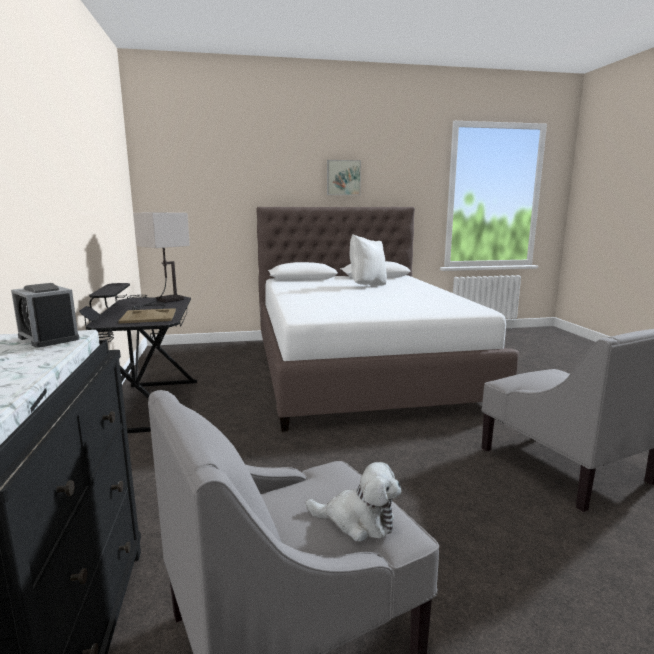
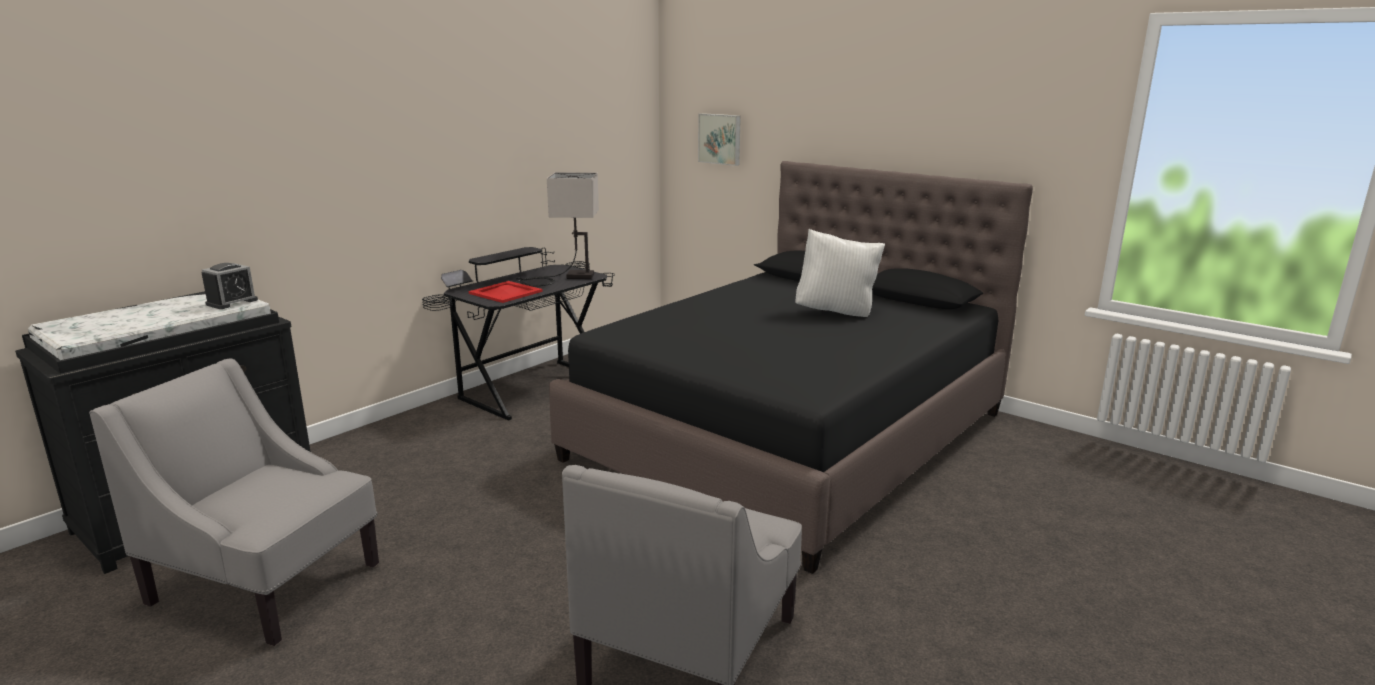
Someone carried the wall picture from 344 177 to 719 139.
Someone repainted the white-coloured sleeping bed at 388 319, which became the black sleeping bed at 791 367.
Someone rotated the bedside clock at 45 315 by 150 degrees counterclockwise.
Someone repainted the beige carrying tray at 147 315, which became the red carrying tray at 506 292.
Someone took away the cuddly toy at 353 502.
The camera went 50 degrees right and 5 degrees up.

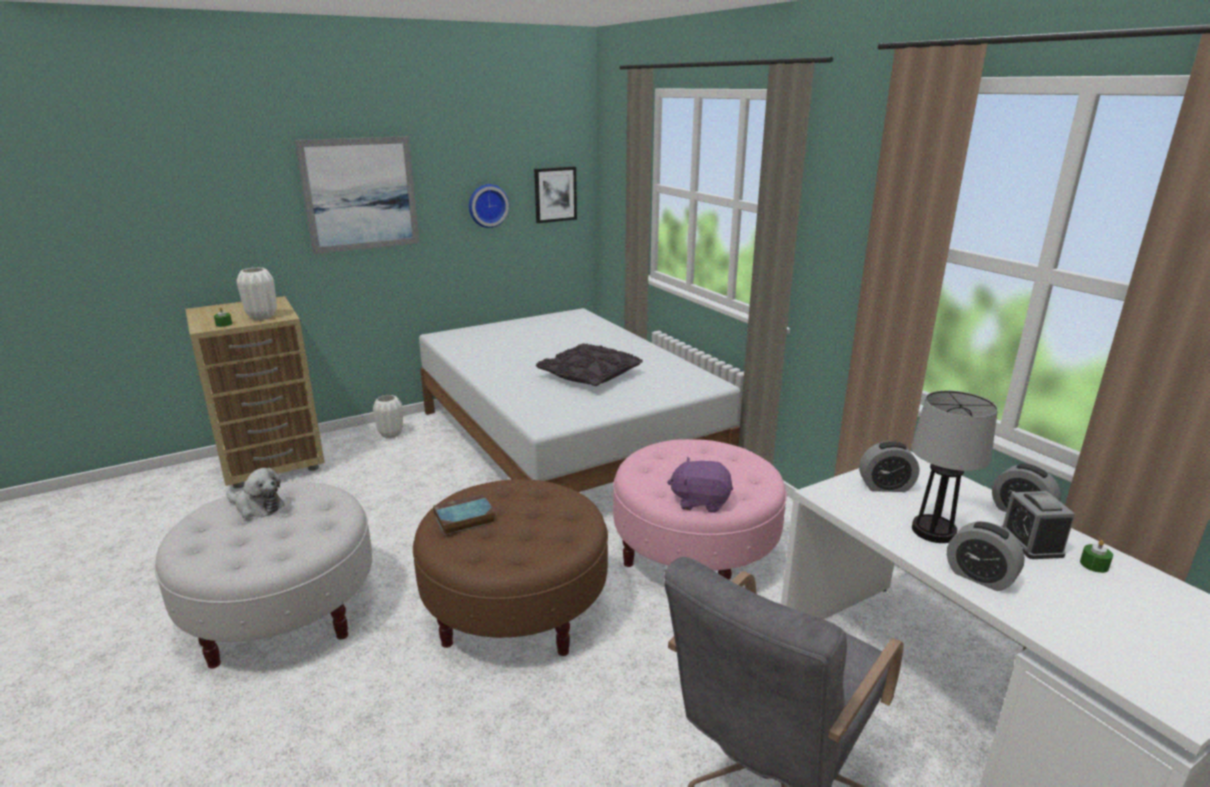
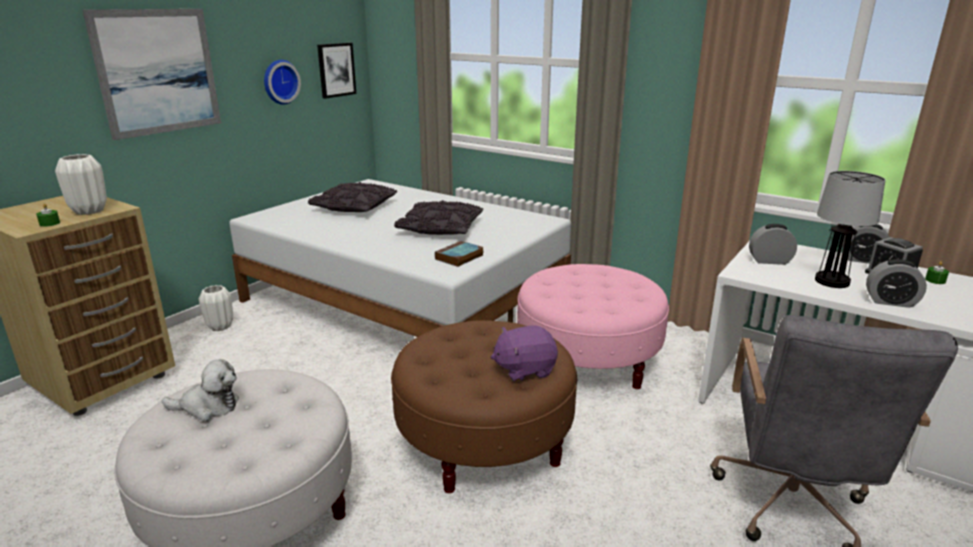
Someone rotated the bedside clock at 889 466 by 150 degrees counterclockwise.
Someone carried the purple cuddly toy from 700 485 to 524 353.
Someone carried the volume from 464 514 to 459 254.
Someone put down the black cushion at 352 197.
The camera went 25 degrees left and 0 degrees up.

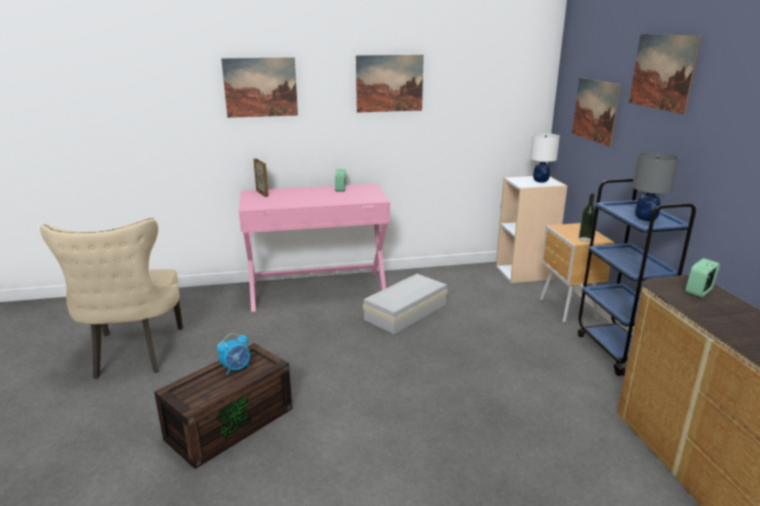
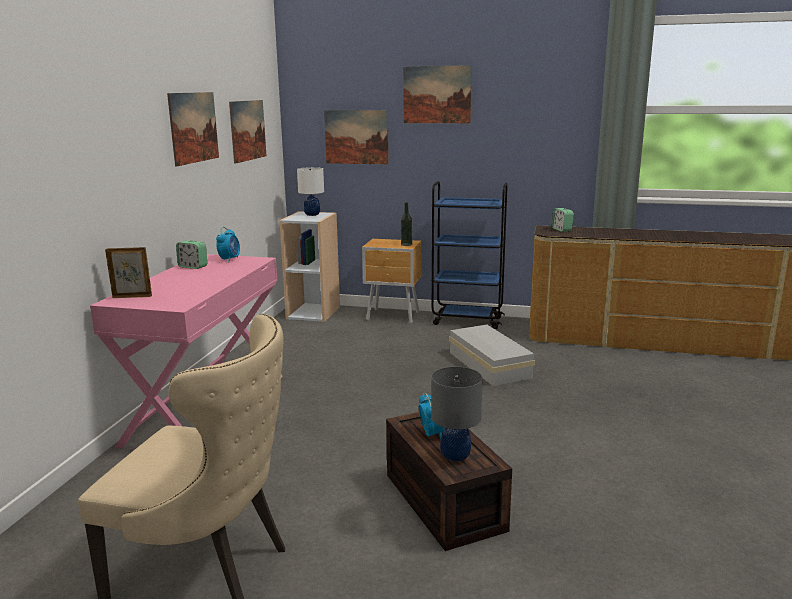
Someone carried the wall picture from 259 87 to 247 132.
Someone carried the gray tabletop lamp from 655 186 to 457 414.
Someone carried the white-coloured storage bin from 405 304 to 492 355.
Someone put down the bedside clock at 228 244.
The camera went 65 degrees left and 5 degrees down.

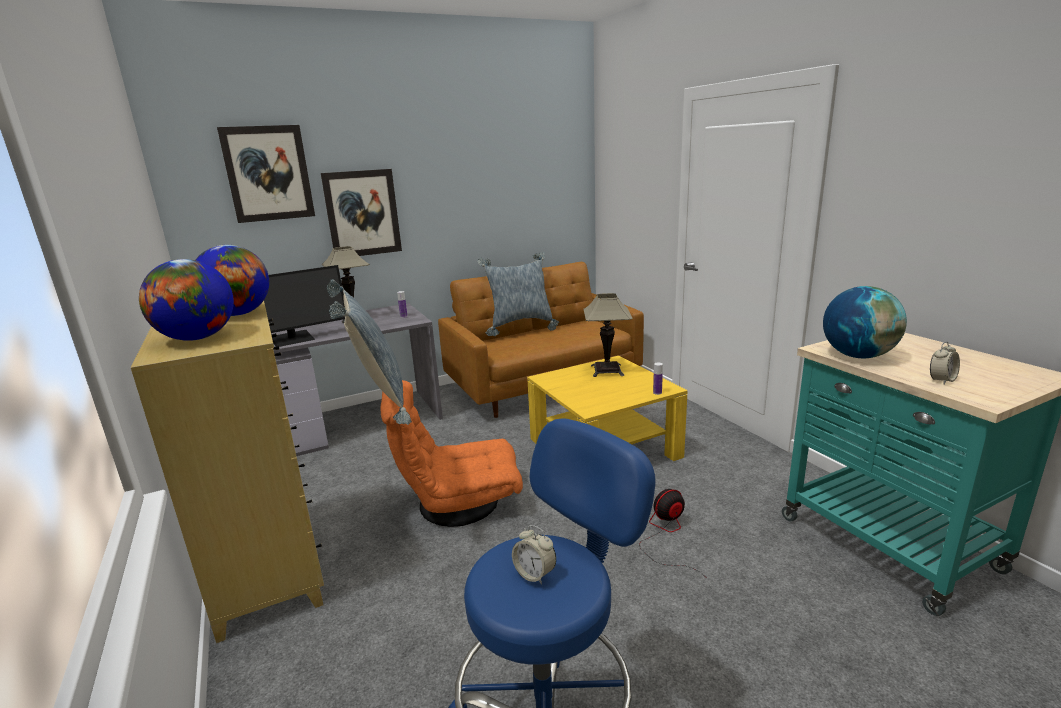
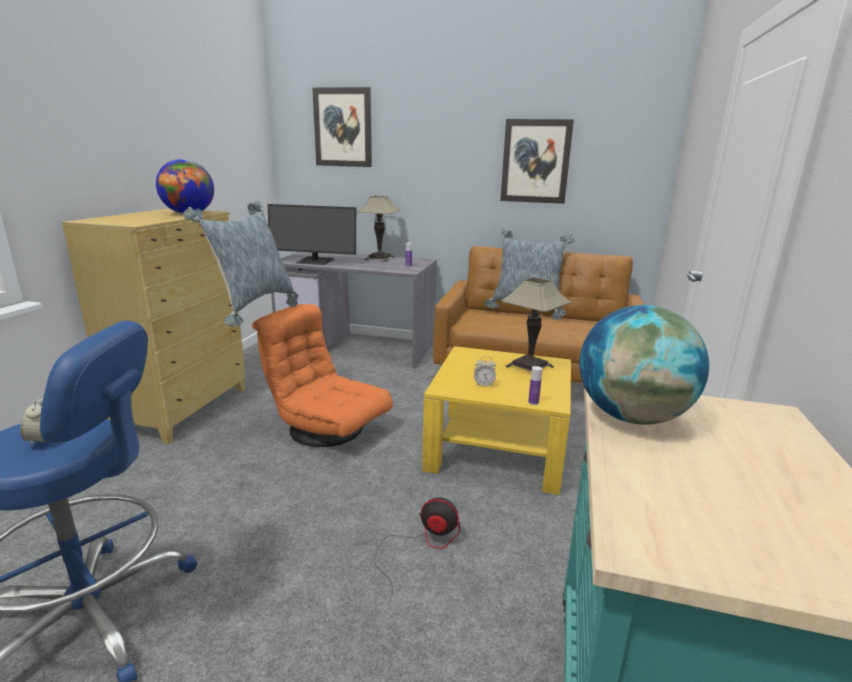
Someone carried the wall picture from 361 212 to 537 161.
Someone took away the desk globe at 186 300.
Someone carried the bedside clock from 945 363 to 485 371.
The camera went 40 degrees right and 0 degrees up.

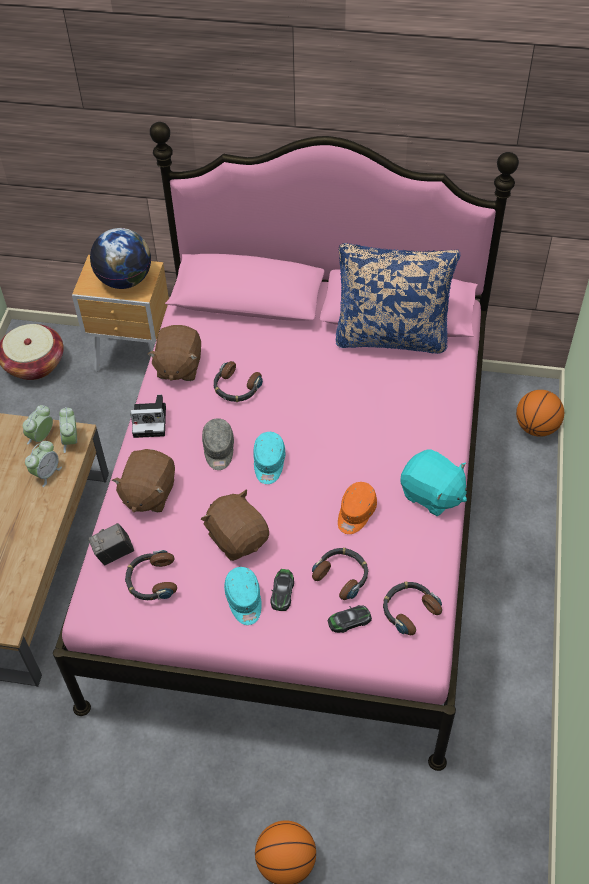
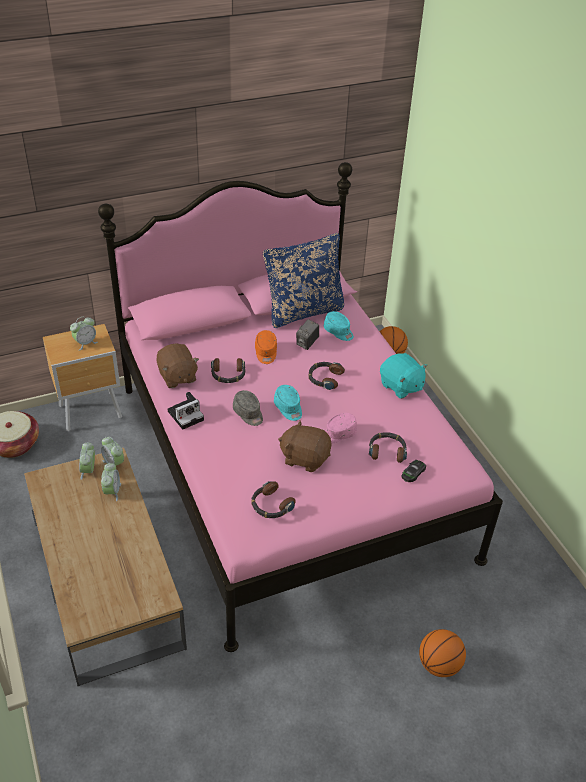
Someone swapped the desk globe at 120 258 for the bedside clock at 84 333.
Someone took away the brownish cuddly toy at 143 480.
Someone rotated the turquoise cuddly toy at 433 483 by 45 degrees clockwise.
Someone carried the orange baseball cap from 357 508 to 266 347.
Someone carried the still camera from 111 544 to 307 334.
Someone carried the turquoise baseball cap from 243 596 to 339 326.
Someone took away the model car at 282 590.
Someone carried the pair of headphones from 412 608 to 326 376.
Someone put down the pinkish baseball cap at 341 428.
The camera went 35 degrees left and 10 degrees down.

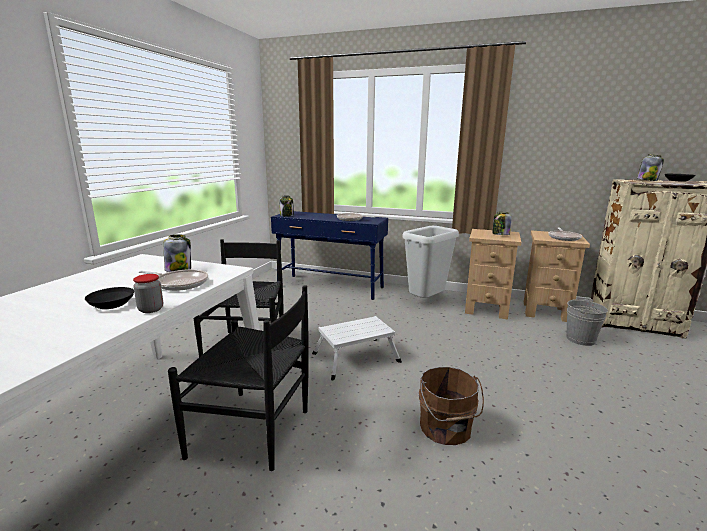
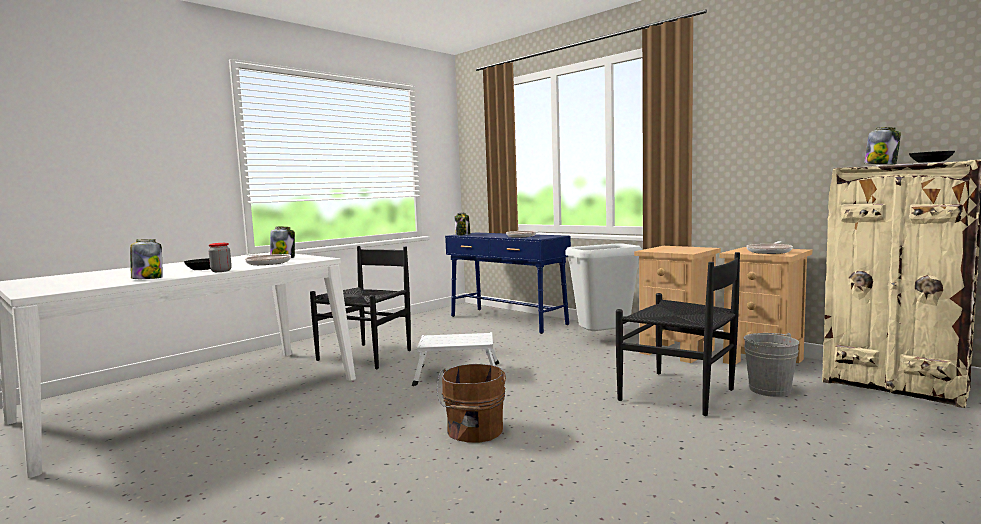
Someone carried the storage jar from 502 223 to 146 259.
Someone carried the black upright chair from 238 378 to 678 334.
The camera went 25 degrees right and 10 degrees down.

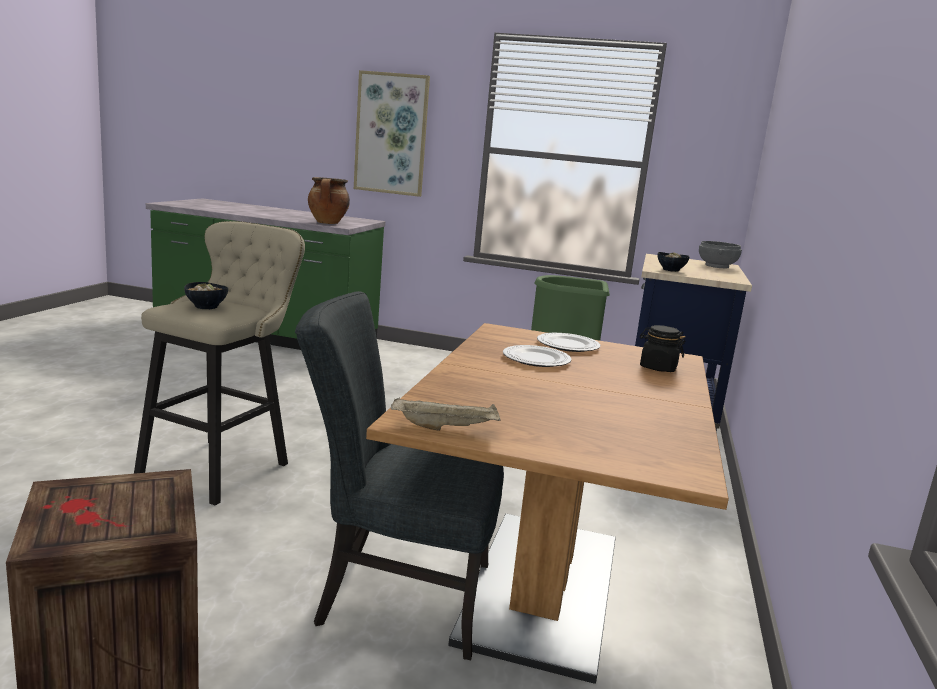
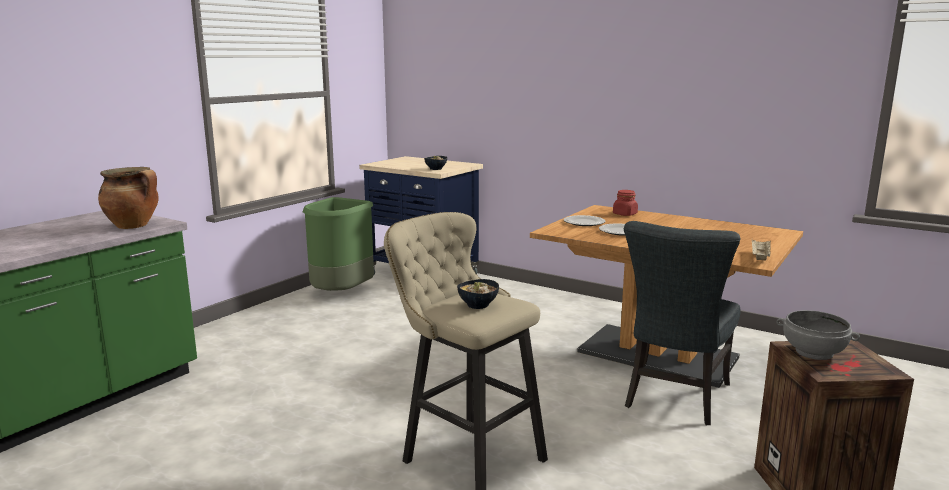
Someone took away the wall picture at 392 133.
Someone carried the gray serving bowl from 720 254 to 818 335.
Someone repainted the black storage jar at 662 348, which became the red storage jar at 625 203.
The camera went 70 degrees left and 0 degrees up.

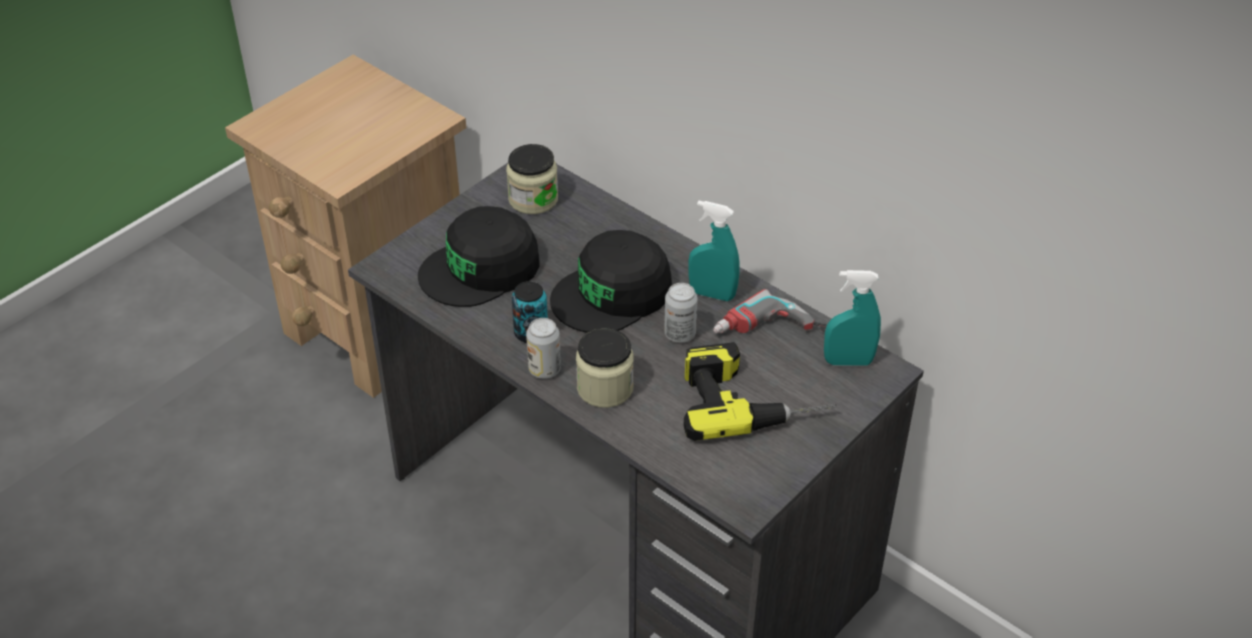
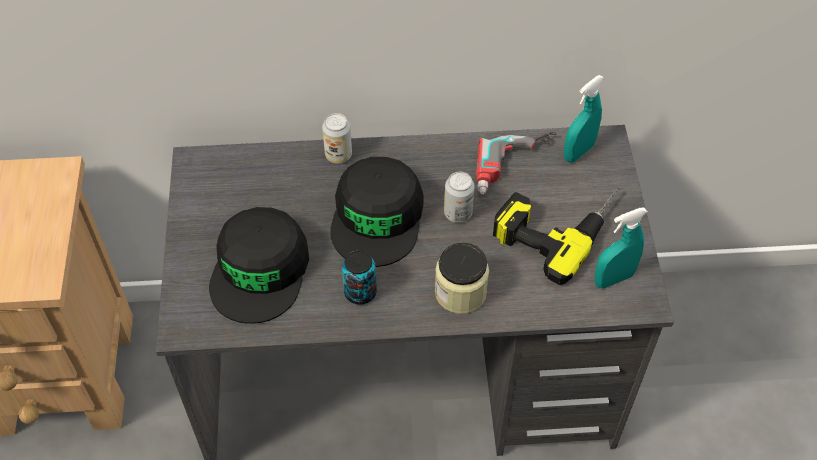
Someone took away the storage jar at 532 179.
Someone carried the turquoise hand sprayer from 714 250 to 620 247.
Someone carried the sealed can from 543 348 to 337 138.
The camera went 45 degrees left and 10 degrees up.

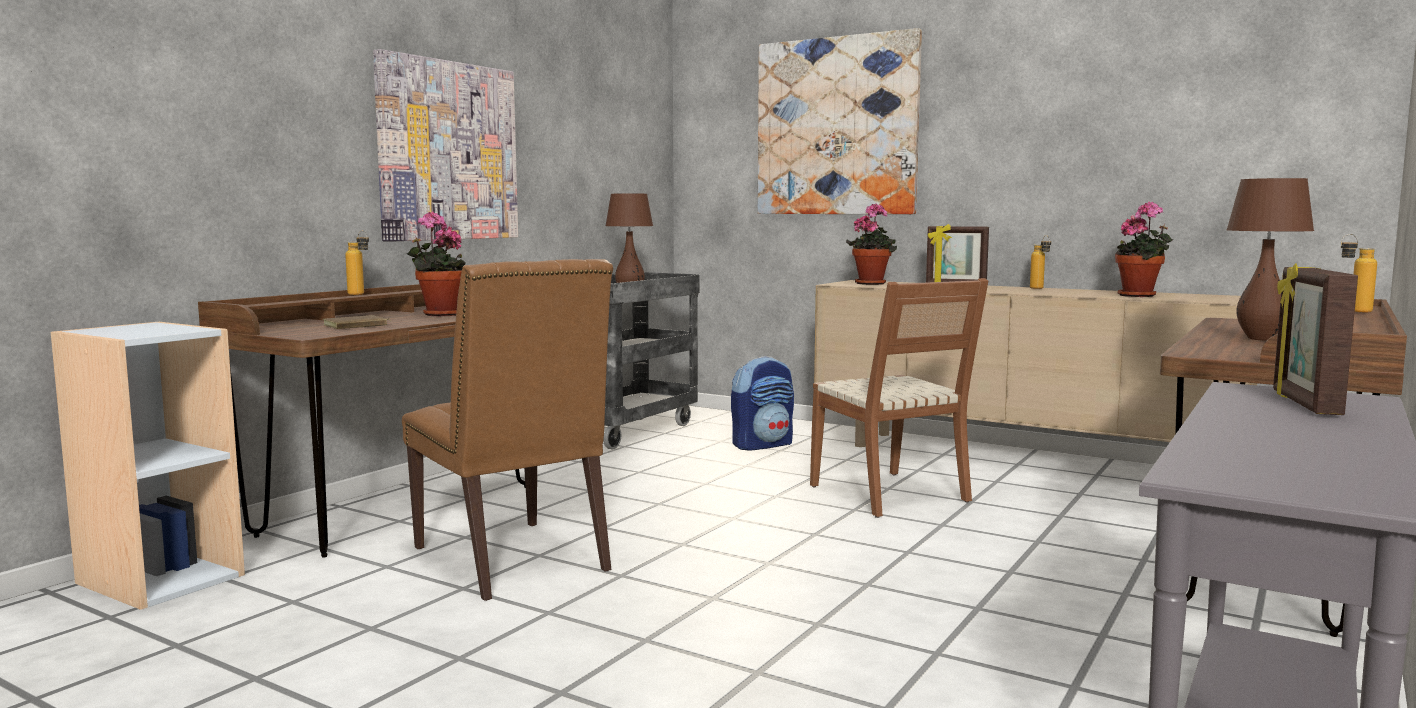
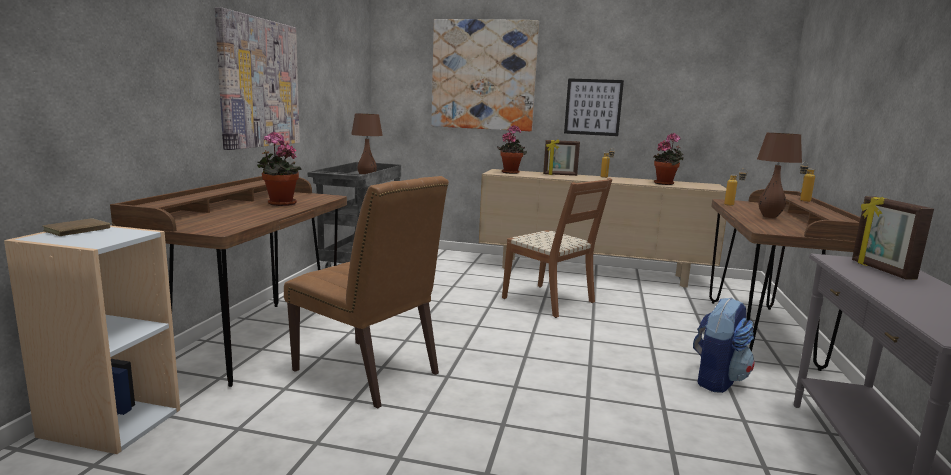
Someone carried the drink bottle from 357 262 to 735 187.
Someone carried the brownish volume from 357 322 to 79 227.
Someone carried the knapsack from 762 403 to 724 345.
Someone put up the wall picture at 594 107.
The camera went 20 degrees left and 5 degrees up.

